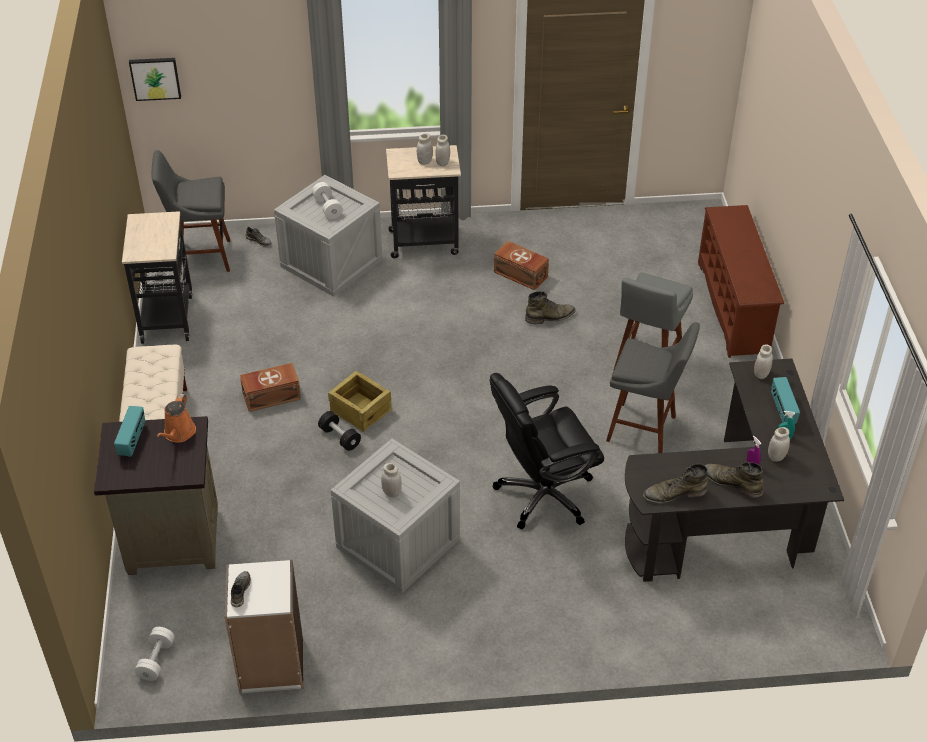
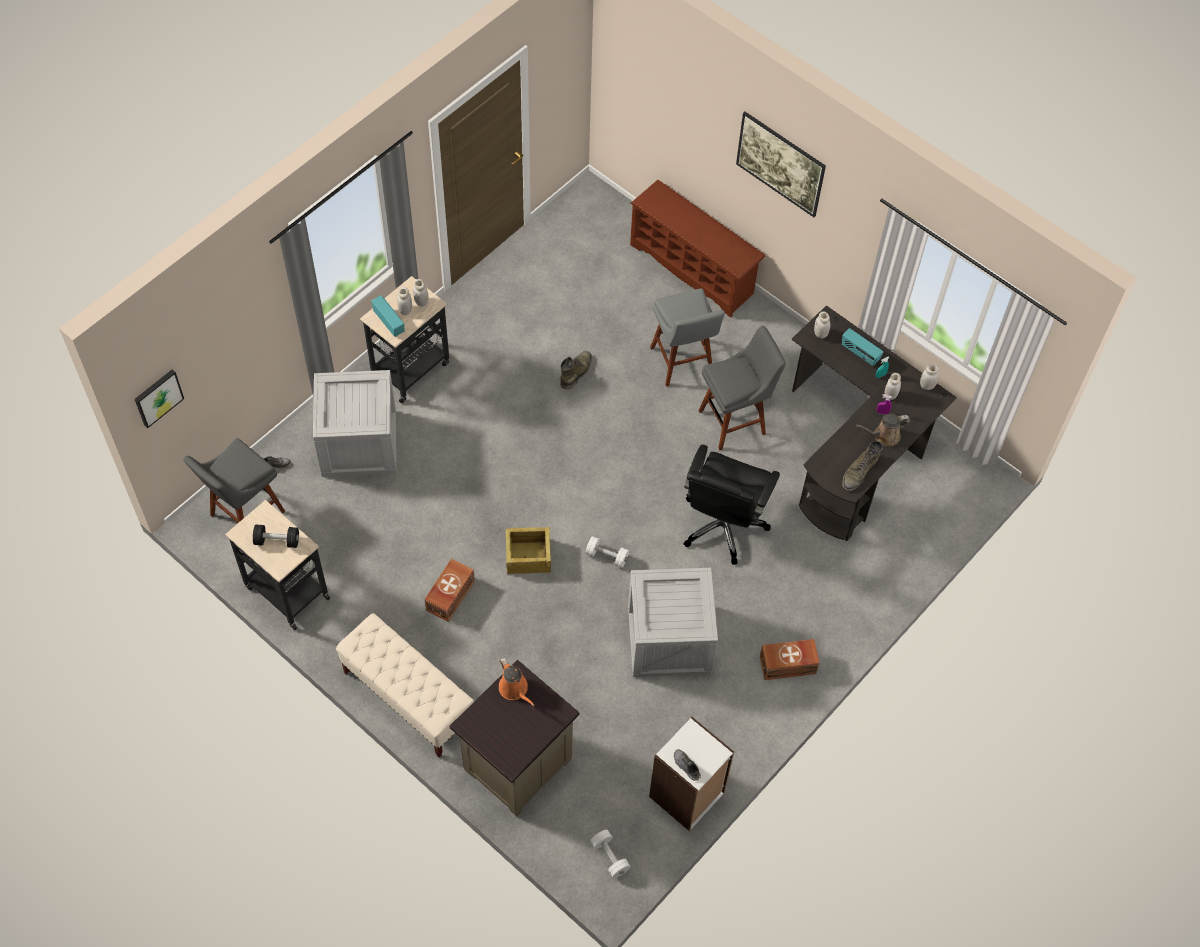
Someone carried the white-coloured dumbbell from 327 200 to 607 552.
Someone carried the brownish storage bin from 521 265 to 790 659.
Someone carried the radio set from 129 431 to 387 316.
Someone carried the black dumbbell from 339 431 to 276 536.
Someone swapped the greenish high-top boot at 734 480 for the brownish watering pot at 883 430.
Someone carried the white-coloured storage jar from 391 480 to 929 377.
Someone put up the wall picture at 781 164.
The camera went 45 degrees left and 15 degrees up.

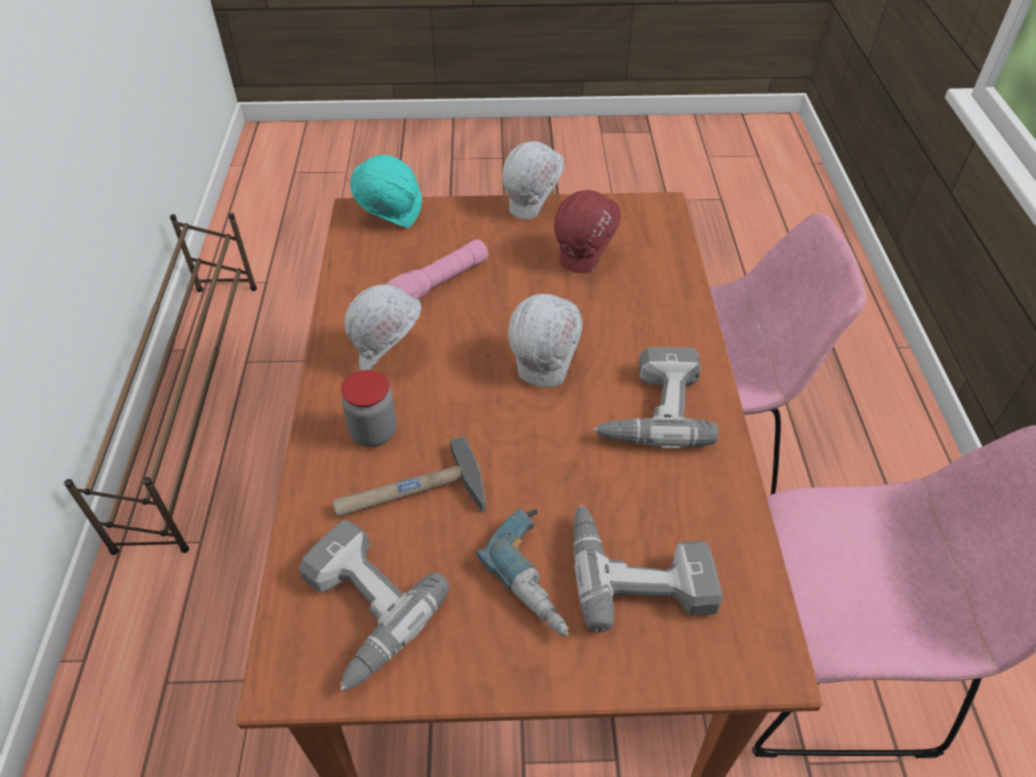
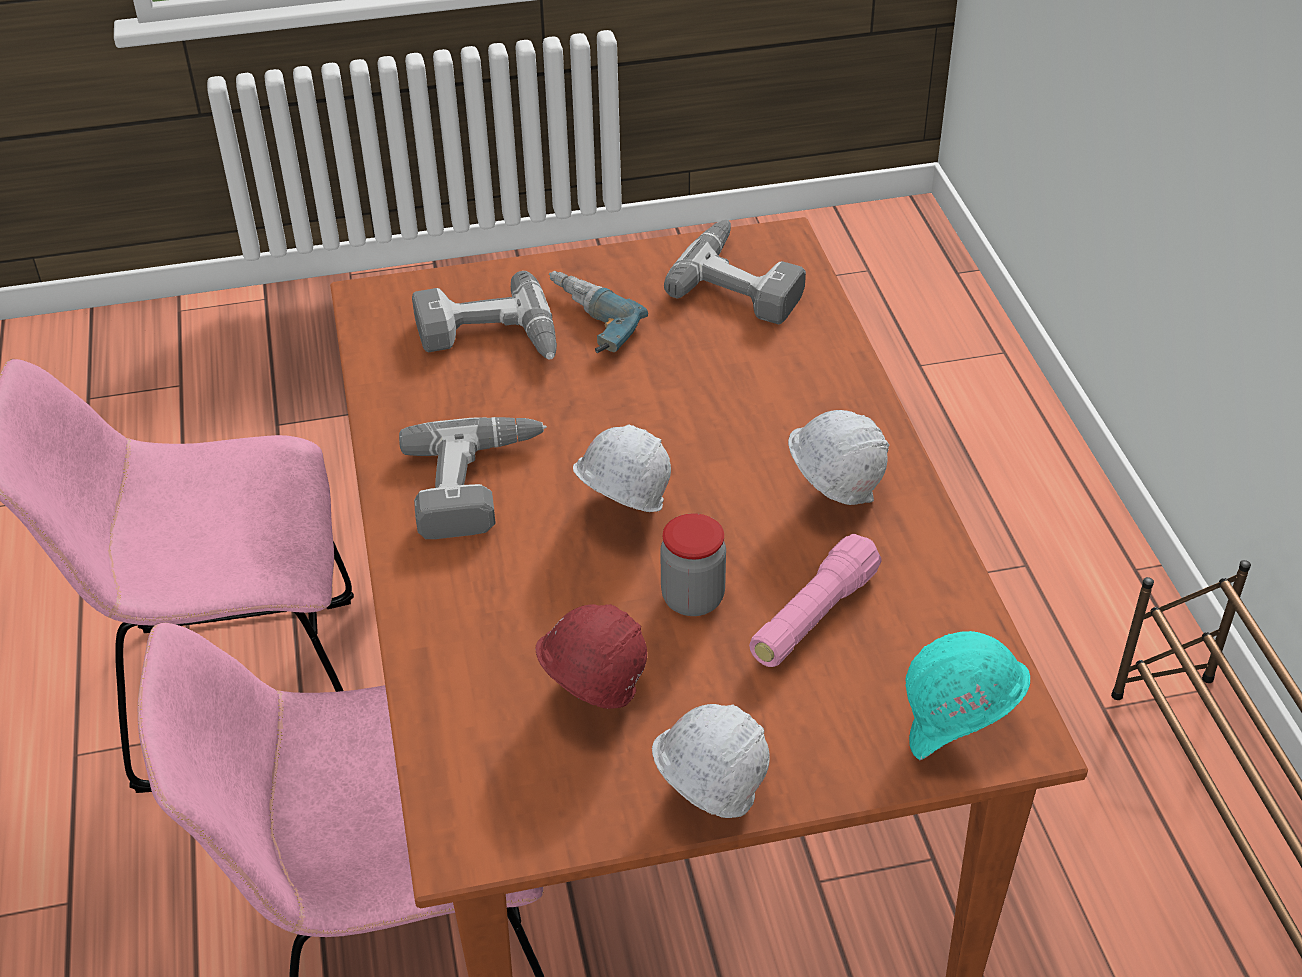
Someone carried the storage jar from 369 408 to 693 564.
Someone took away the tool hammer at 409 476.
The camera went 170 degrees right and 5 degrees down.

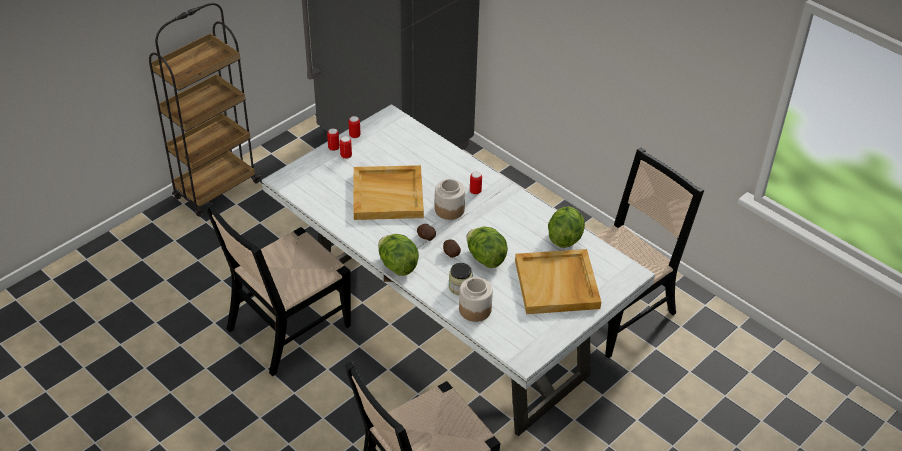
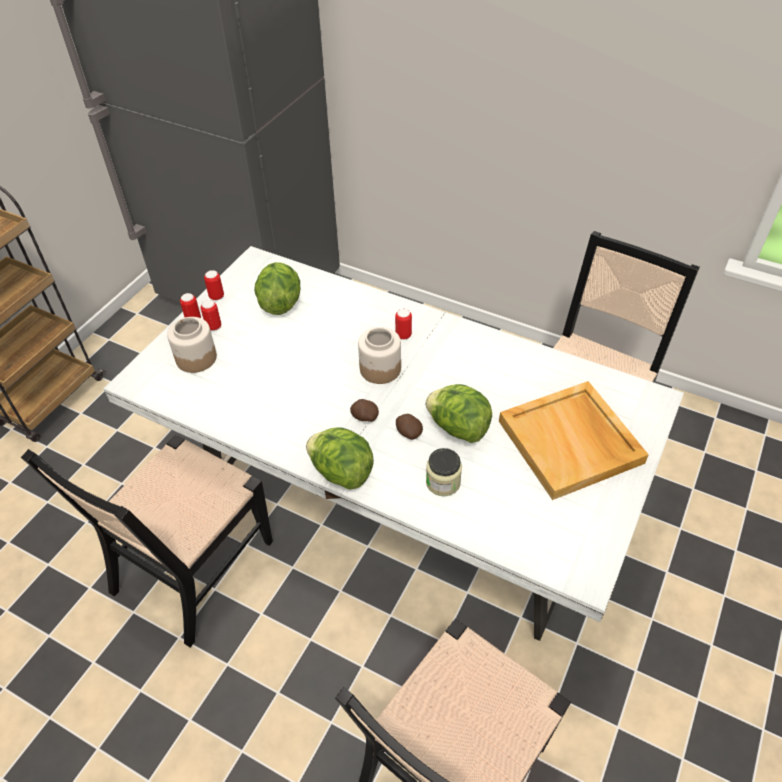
Someone took away the beige carrying tray at 389 192.
Someone carried the lettuce head from 566 227 to 277 288.
Someone carried the storage jar from 476 299 to 192 345.
The camera went 15 degrees left and 5 degrees up.

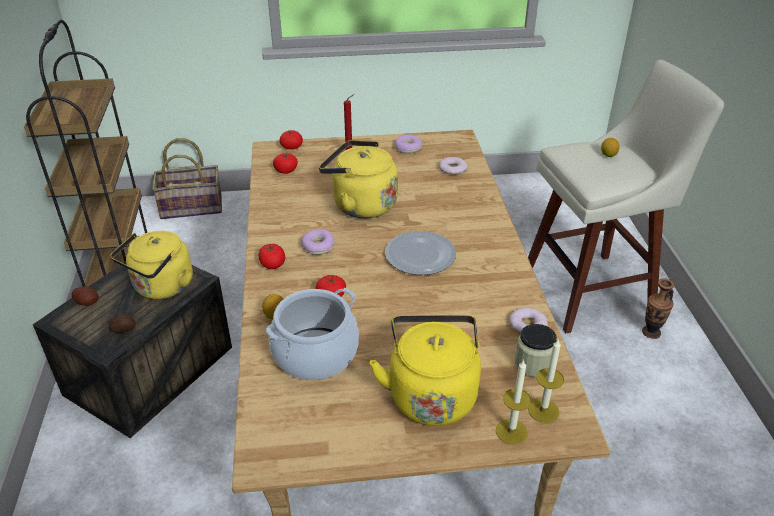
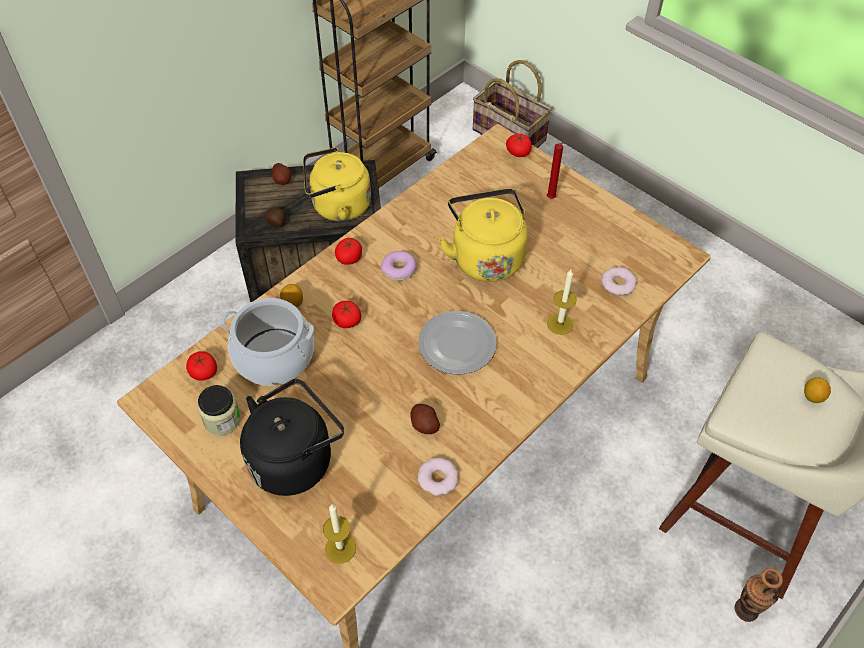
Someone took away the ring doughnut at 408 144.
Someone carried the fresh tomato from 285 163 to 201 366.
Someone repainted the yellow water kettle at 425 370, which became the black water kettle at 292 437.
Someone carried the storage jar from 536 350 to 219 410.
Someone carried the wax light from 513 402 to 562 302.
Someone put down the spud at 425 419.
The camera went 50 degrees right and 15 degrees up.

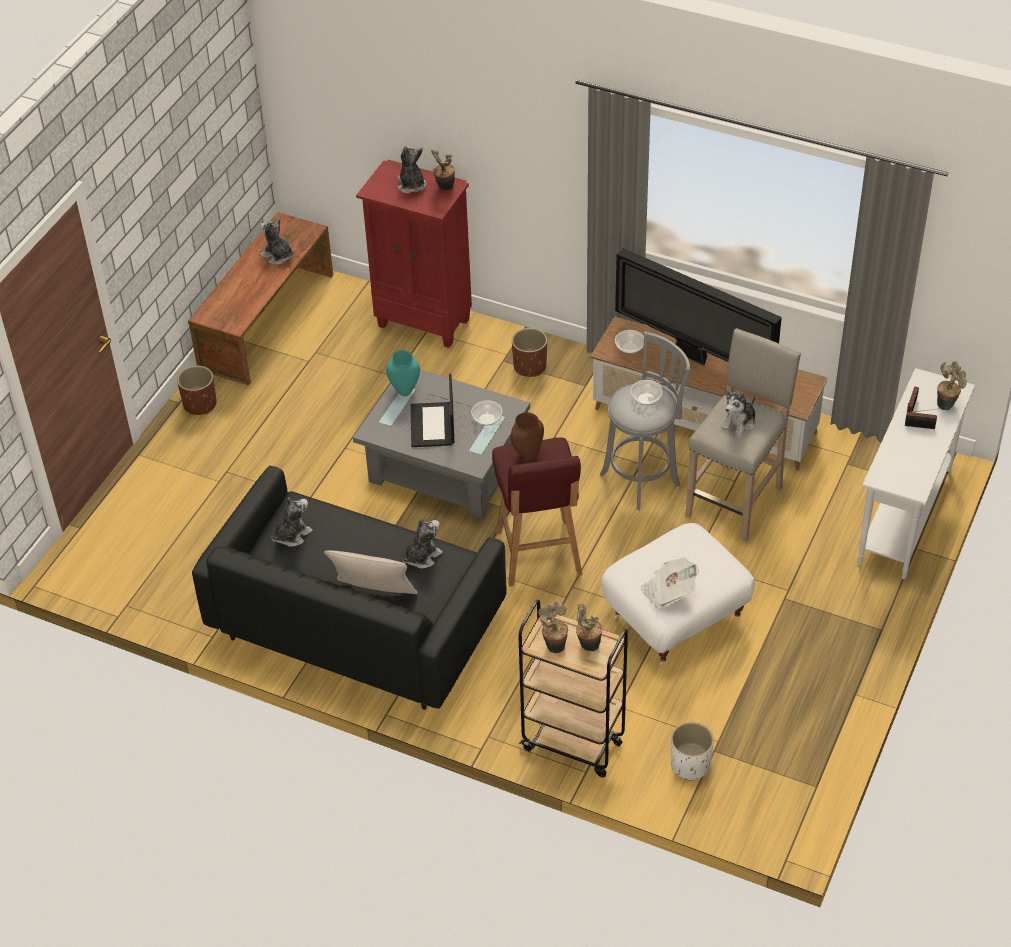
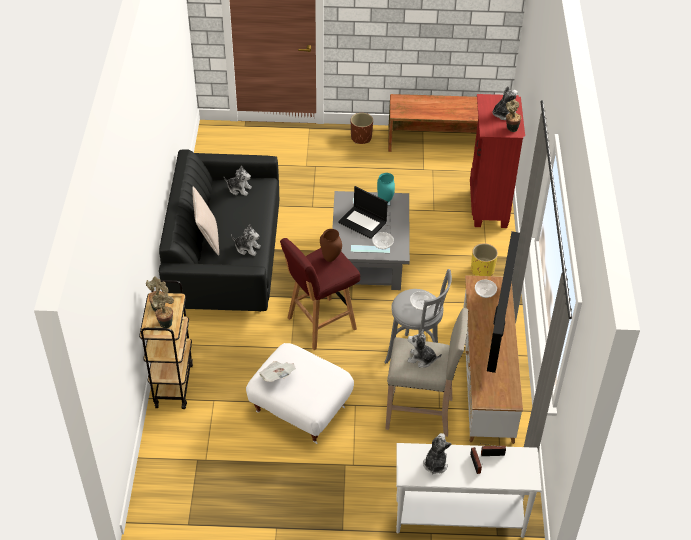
Someone carried the cuddly toy from 277 241 to 437 454.
Someone repainted the brownish planter at 529 352, which became the yellow planter at 484 259.
Someone took away the plant in a pot at 952 385.
Someone rotated the laptop at 432 410 by 120 degrees counterclockwise.
Someone took away the white-coloured planter at 692 751.
The camera went 65 degrees right and 0 degrees up.

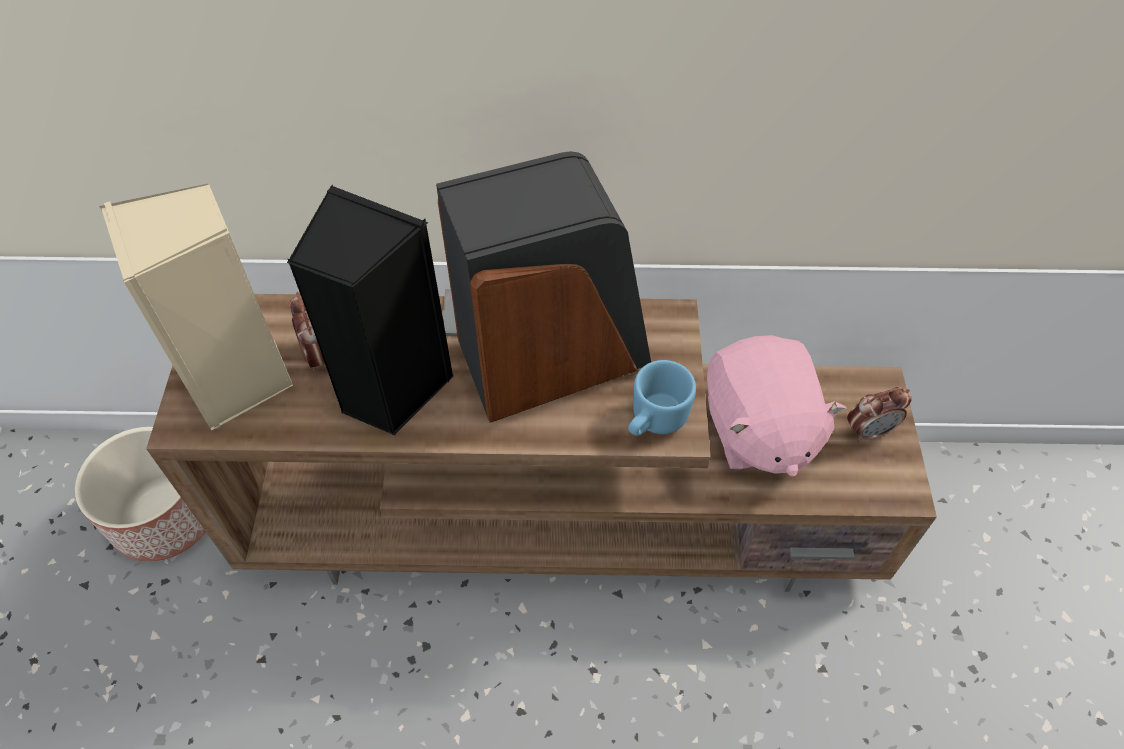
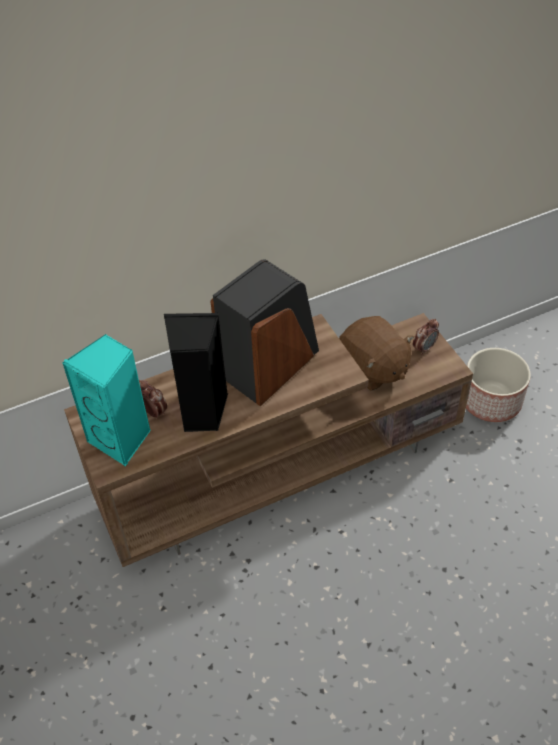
Someone repainted the beige speaker at 196 307, which became the turquoise speaker at 106 400.
Someone repainted the pinkish cuddly toy at 777 405, which became the brownish cuddly toy at 376 353.
Someone took away the blue-coloured tea mug at 662 398.
Someone carried the planter from 140 494 to 498 385.
The camera went 25 degrees left and 5 degrees down.

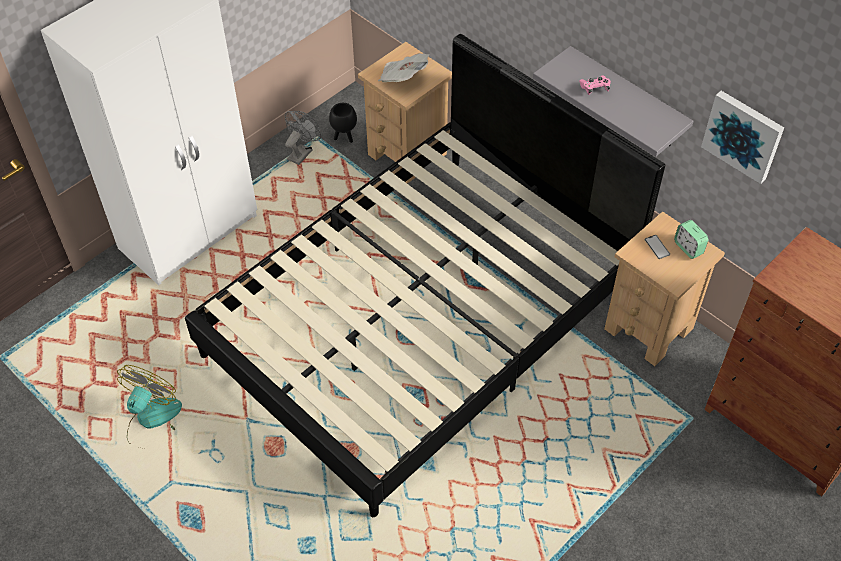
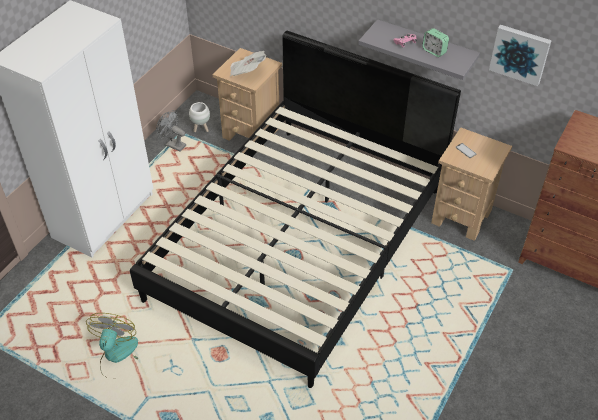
Someone repainted the black planter at 343 123, which became the white-coloured planter at 199 117.
Someone rotated the gray fan at 303 138 by 75 degrees counterclockwise.
Someone carried the bedside clock from 691 239 to 435 42.
The camera went 15 degrees left and 5 degrees down.

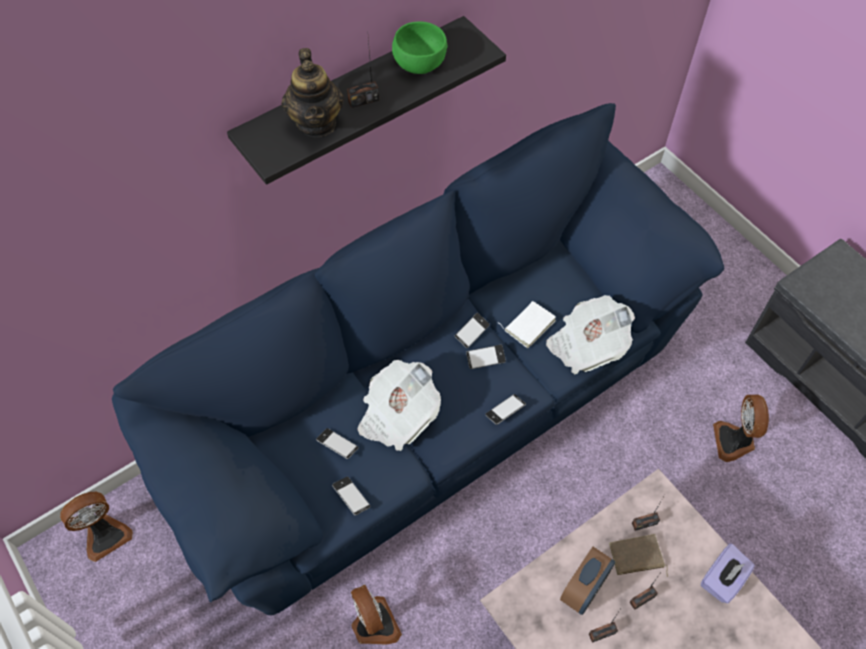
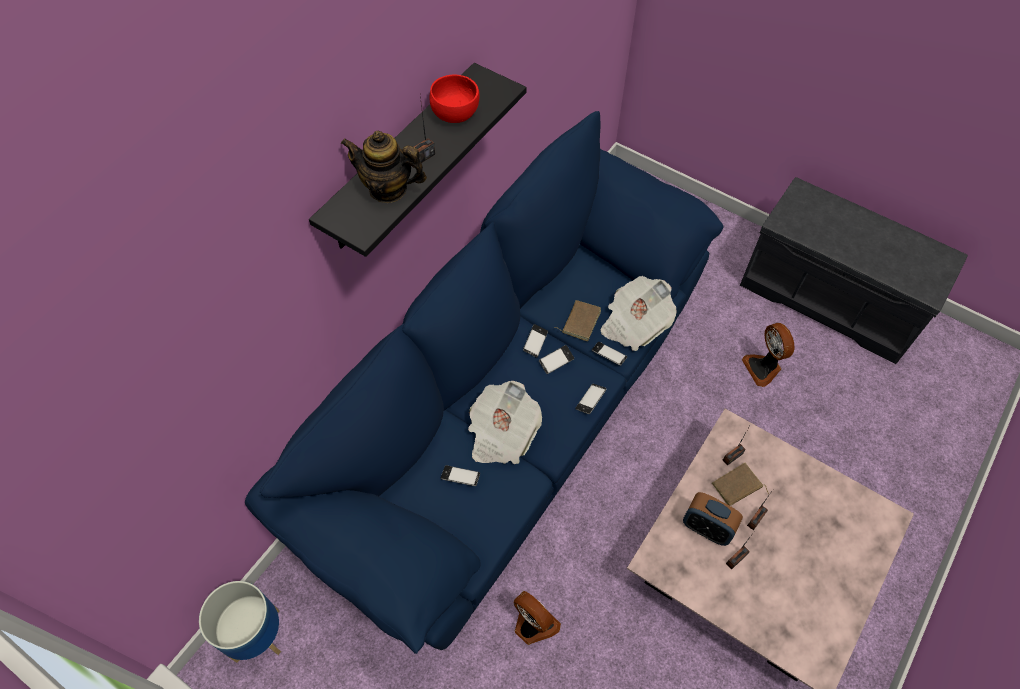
Someone repainted the greenish serving bowl at 420 47, which became the red serving bowl at 454 99.
Someone rotated the tea pot at 312 92 by 135 degrees clockwise.
Someone repainted the white-coloured volume at 527 324, which became the brownish volume at 577 321.
Someone carried the telephone from 351 496 to 609 354.
Someone swapped the fan at 96 527 for the planter at 240 622.
Someone took away the purple tissue holder at 728 573.
Someone rotated the bedside clock at 587 581 by 105 degrees clockwise.
The camera went 20 degrees left and 0 degrees up.

